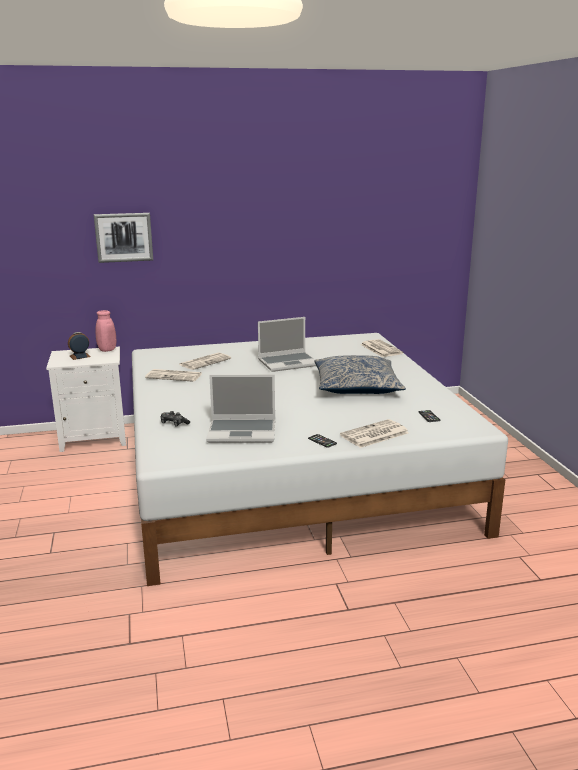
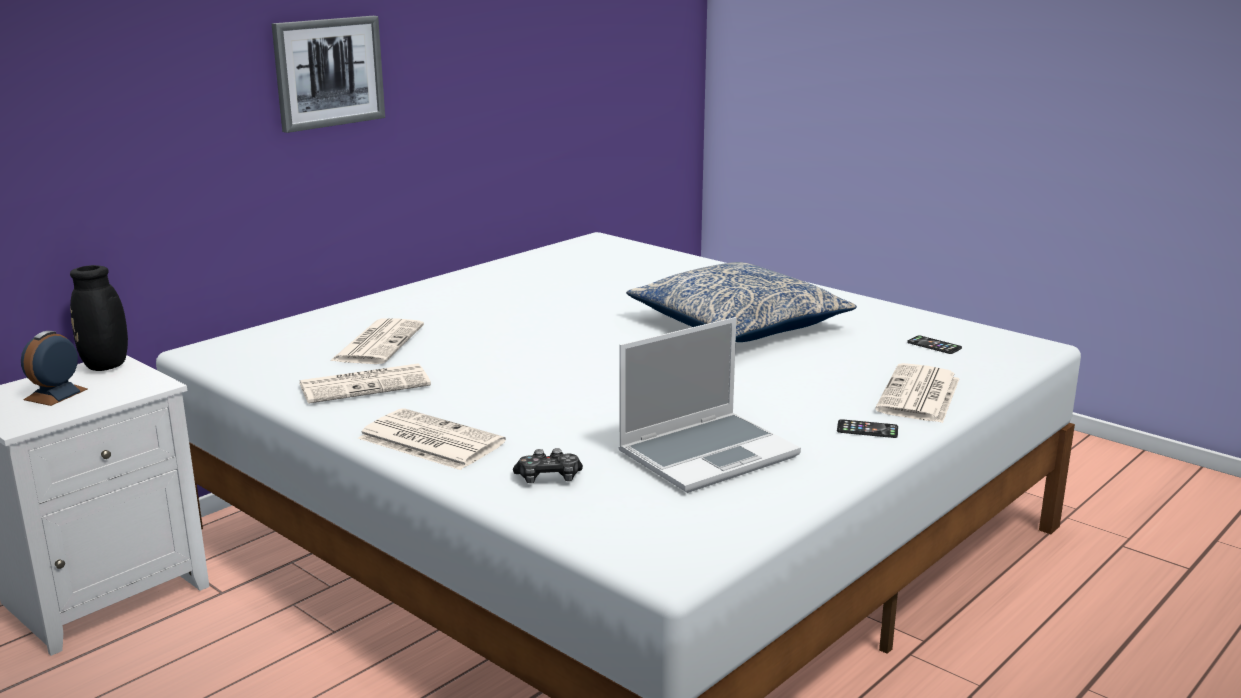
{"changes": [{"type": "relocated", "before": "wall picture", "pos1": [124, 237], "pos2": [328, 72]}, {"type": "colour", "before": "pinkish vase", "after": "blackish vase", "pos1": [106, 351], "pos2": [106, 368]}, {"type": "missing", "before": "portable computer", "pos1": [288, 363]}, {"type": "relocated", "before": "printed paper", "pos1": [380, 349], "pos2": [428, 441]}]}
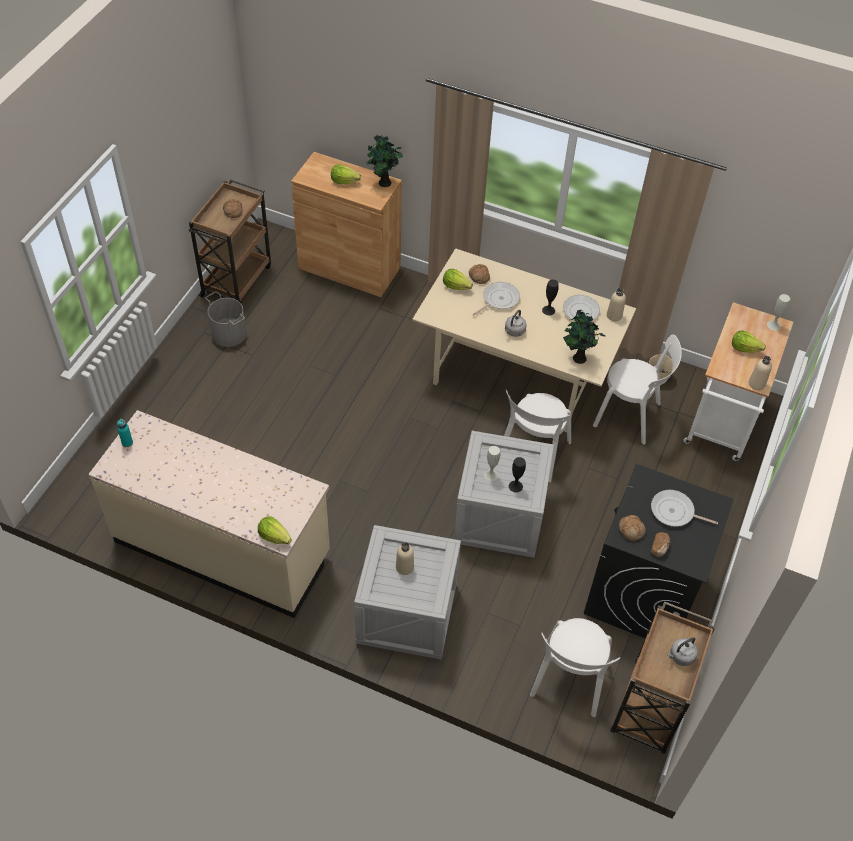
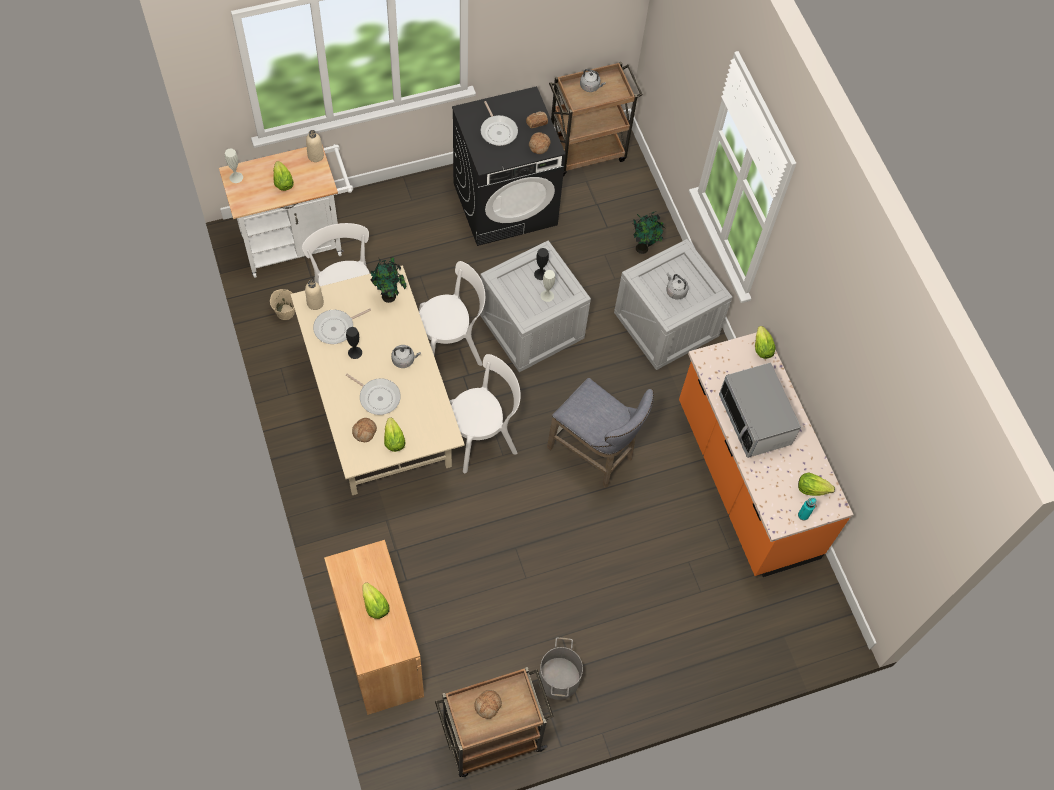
{"changes": [{"type": "colour", "before": "sand-coloured counter", "after": "orange-coloured counter", "pos1": [223, 547], "pos2": [745, 481]}, {"type": "relocated", "before": "plant in a pot", "pos1": [384, 183], "pos2": [643, 248]}, {"type": "exchanged", "before": "sand-coloured drink bottle", "after": "gray kettle", "pos1": [404, 567], "pos2": [675, 291]}, {"type": "spun", "before": "pan", "pos1": [499, 299], "pos2": [378, 397], "turn": -150}, {"type": "relocated", "before": "whitish chair", "pos1": [569, 682], "pos2": [483, 437]}, {"type": "appeared", "after": "gray stool", "pos2": [595, 454]}, {"type": "appeared", "after": "kitchen microwave", "pos2": [755, 420]}, {"type": "appeared", "after": "lettuce head", "pos2": [811, 488]}]}
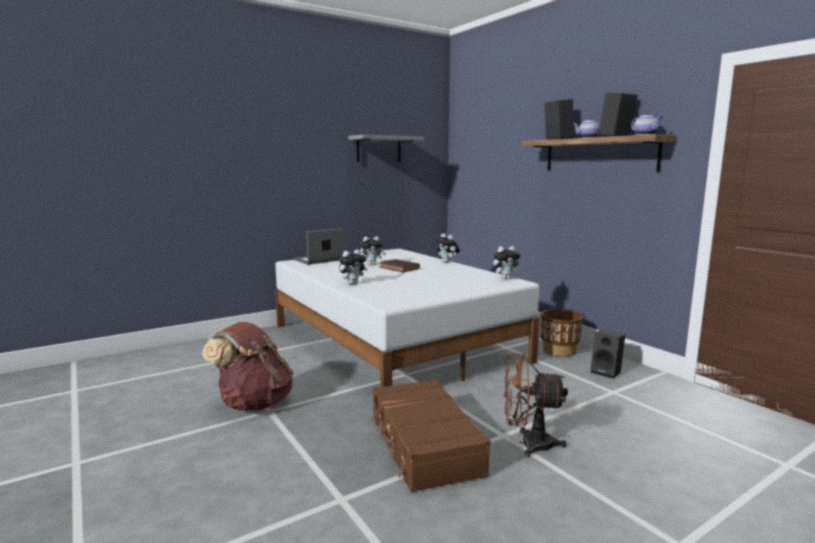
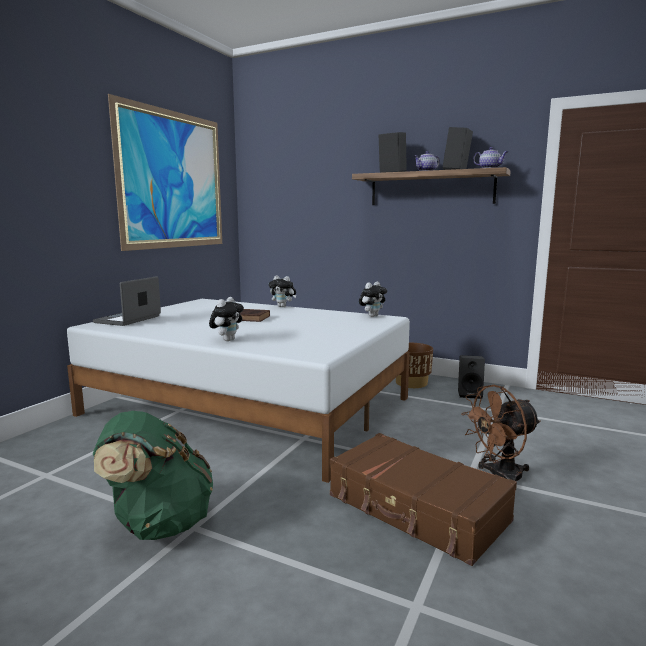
{"changes": [{"type": "colour", "before": "brown knapsack", "after": "greenish knapsack", "pos1": [254, 403], "pos2": [159, 523]}, {"type": "exchanged", "before": "gray wall shelf", "after": "wall picture", "pos1": [378, 149], "pos2": [173, 180]}, {"type": "missing", "before": "cuddly toy", "pos1": [372, 264]}]}
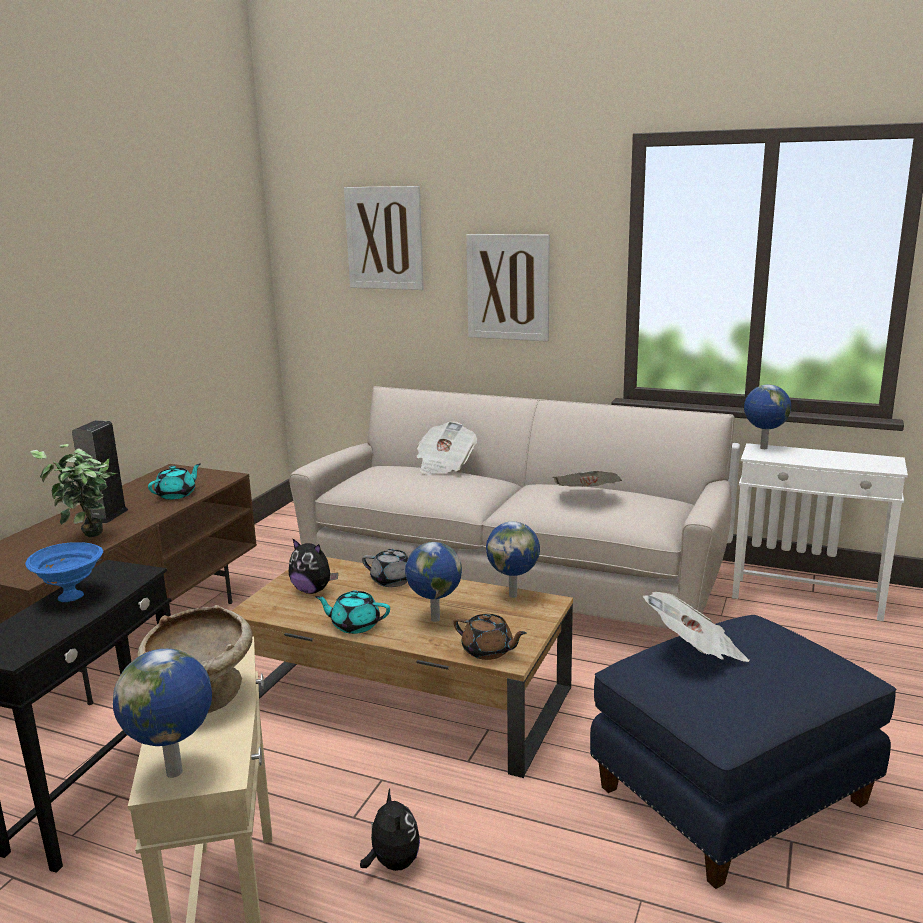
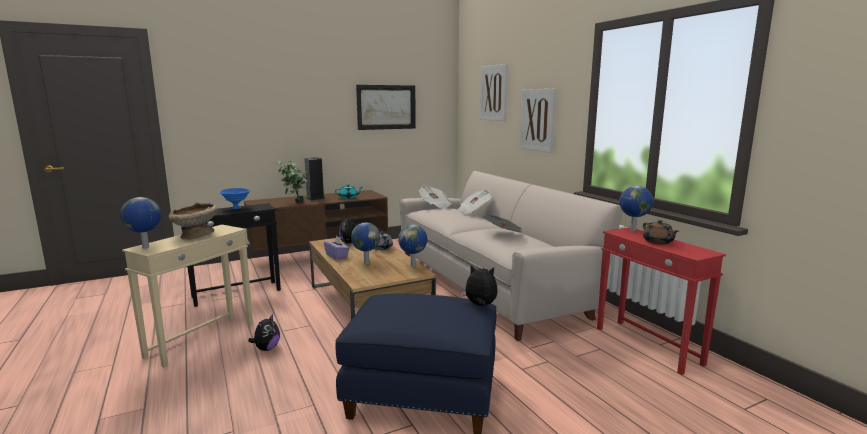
{"changes": [{"type": "exchanged", "before": "blue-green tea pot", "after": "purple tissue box", "pos1": [355, 625], "pos2": [337, 256]}, {"type": "relocated", "before": "brown tea pot", "pos1": [488, 651], "pos2": [658, 242]}, {"type": "relocated", "before": "printed paper", "pos1": [694, 651], "pos2": [435, 206]}, {"type": "colour", "before": "whitish side table", "after": "red side table", "pos1": [807, 599], "pos2": [647, 346]}, {"type": "appeared", "after": "wall picture", "pos2": [386, 107]}, {"type": "appeared", "after": "cuddly toy", "pos2": [480, 305]}]}
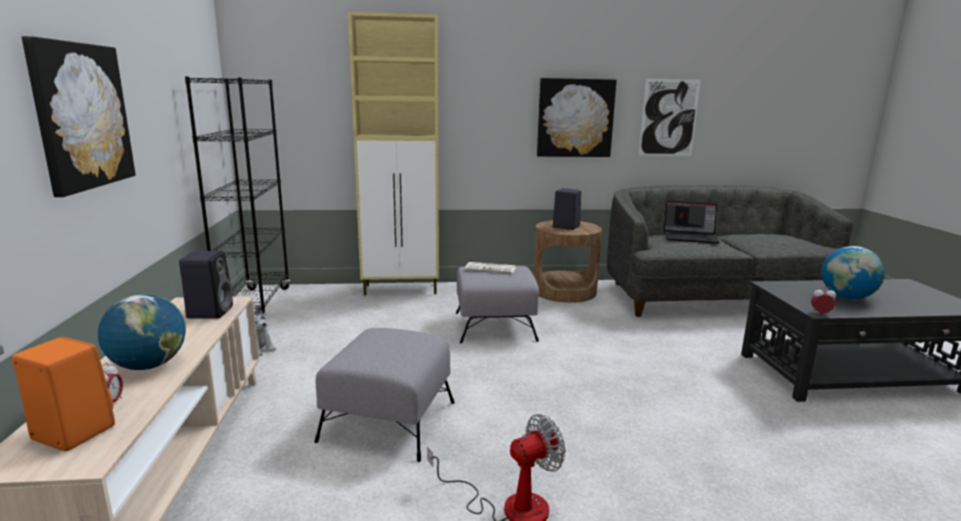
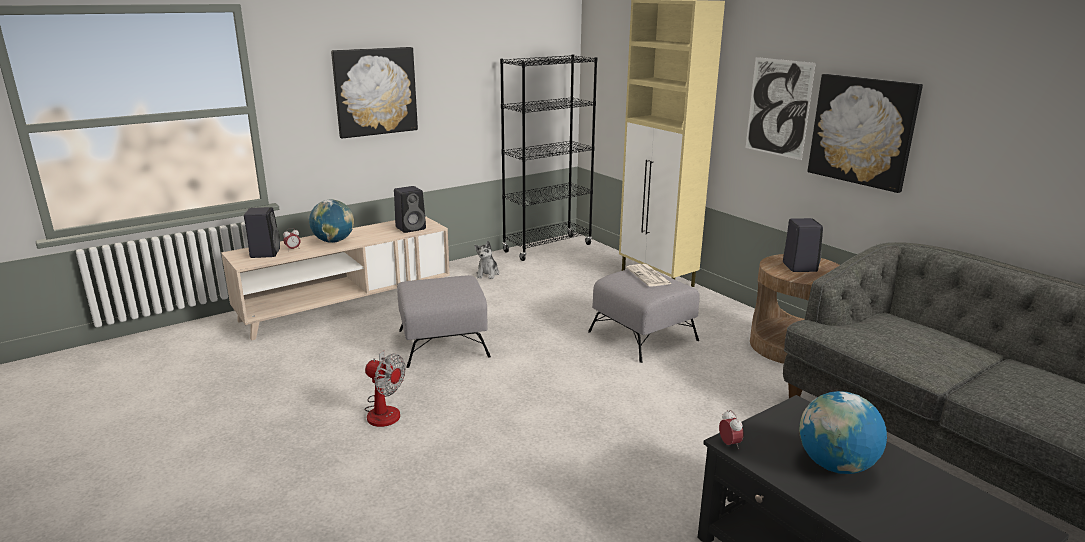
{"changes": [{"type": "colour", "before": "orange-coloured speaker", "after": "blackish speaker", "pos1": [71, 432], "pos2": [265, 253]}, {"type": "relocated", "before": "wall picture", "pos1": [669, 117], "pos2": [778, 108]}, {"type": "missing", "before": "portable computer", "pos1": [690, 237]}]}
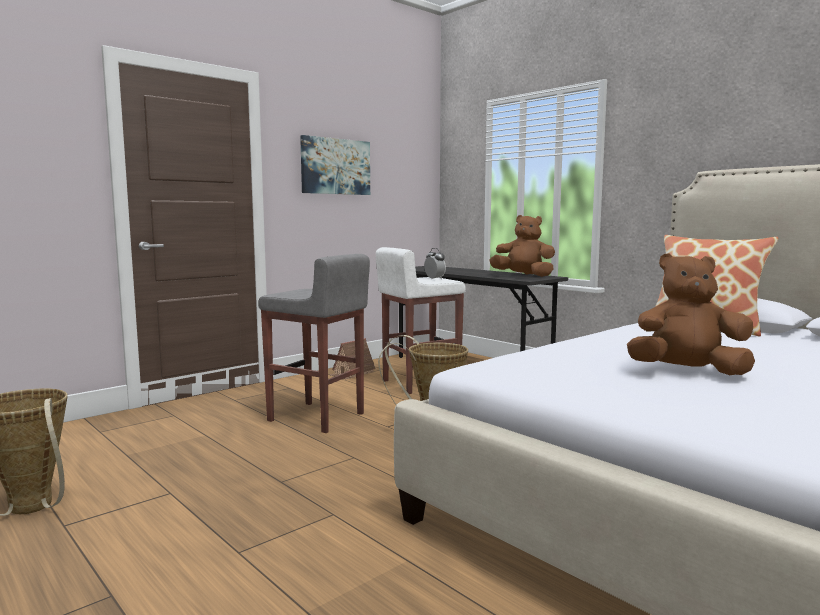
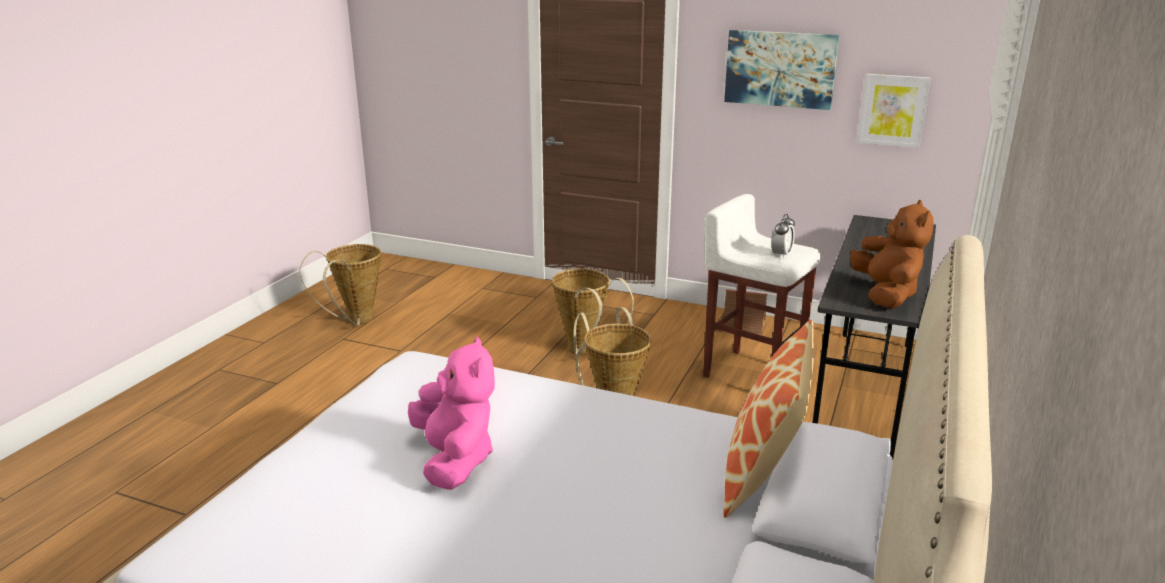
{"changes": [{"type": "exchanged", "before": "gray stool", "after": "storage basket", "pos1": [317, 417], "pos2": [584, 352]}, {"type": "colour", "before": "brown cuddly toy", "after": "pinkish cuddly toy", "pos1": [687, 372], "pos2": [454, 460]}, {"type": "appeared", "after": "wall picture", "pos2": [893, 110]}]}
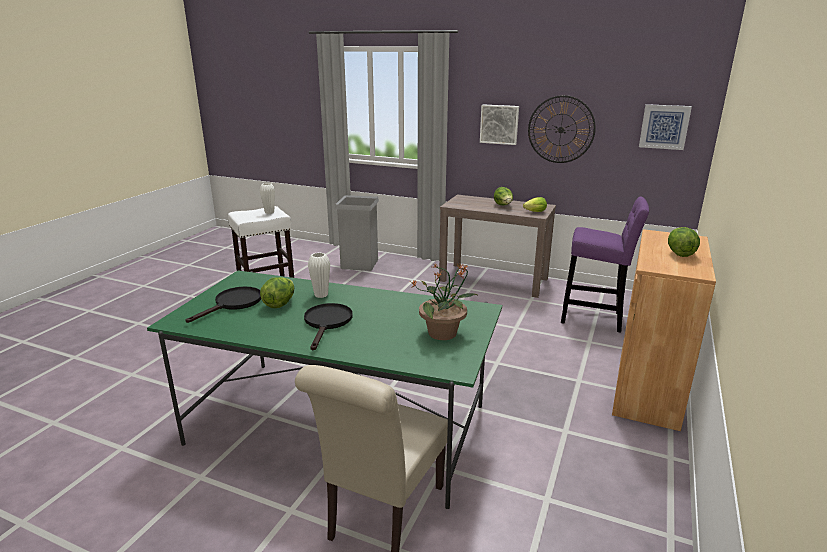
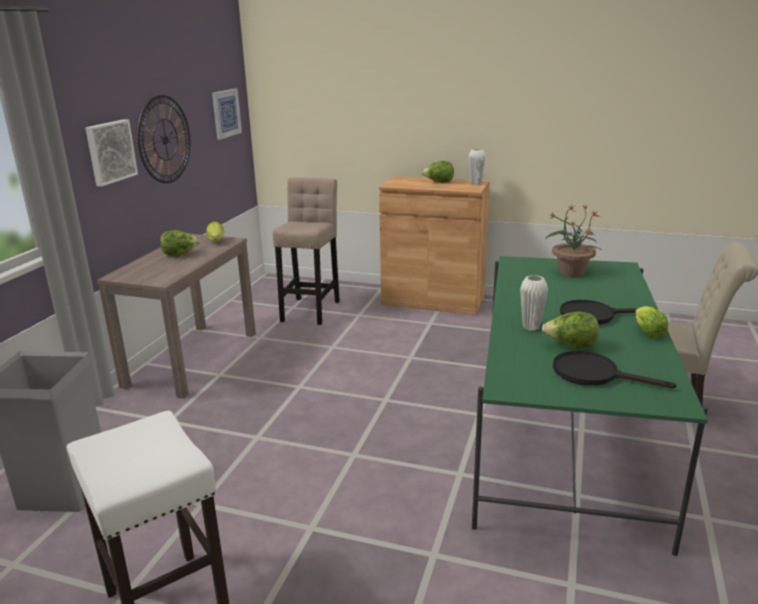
{"changes": [{"type": "relocated", "before": "whitish vase", "pos1": [269, 212], "pos2": [475, 183]}, {"type": "colour", "before": "purple stool", "after": "sand-coloured stool", "pos1": [595, 319], "pos2": [311, 309]}, {"type": "appeared", "after": "lettuce head", "pos2": [646, 332]}]}
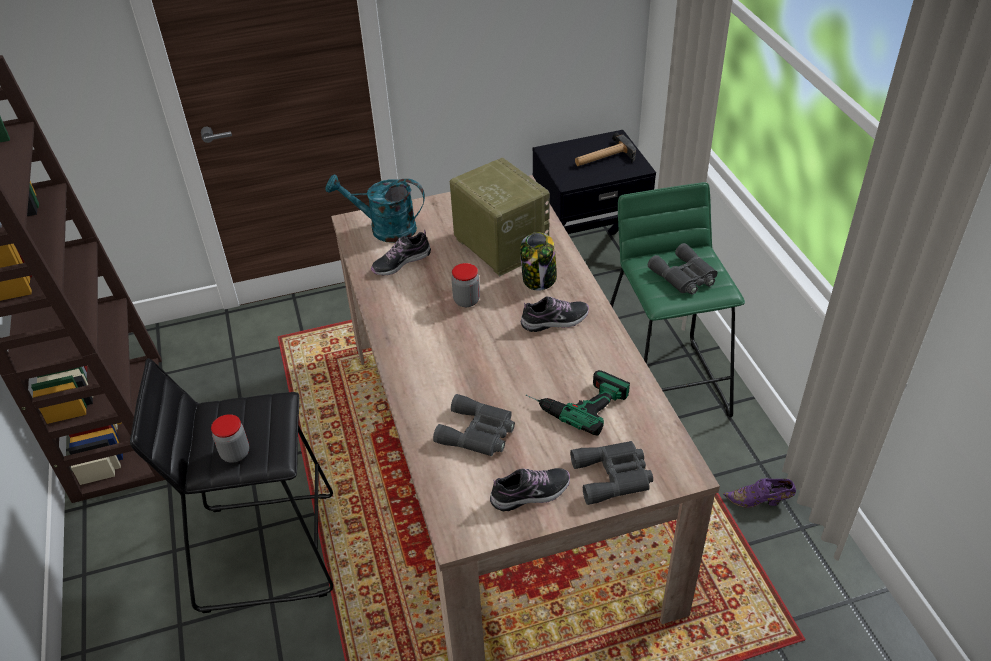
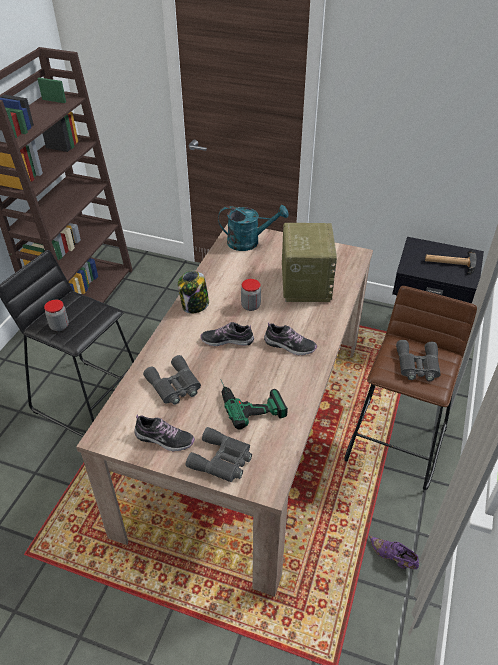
{"changes": [{"type": "spun", "before": "blue-green watering can", "pos1": [384, 229], "pos2": [249, 242], "turn": 135}, {"type": "relocated", "before": "shoe", "pos1": [401, 262], "pos2": [227, 340]}, {"type": "relocated", "before": "storage jar", "pos1": [539, 279], "pos2": [195, 305]}, {"type": "colour", "before": "greenish stool", "after": "brown stool", "pos1": [663, 386], "pos2": [397, 442]}]}
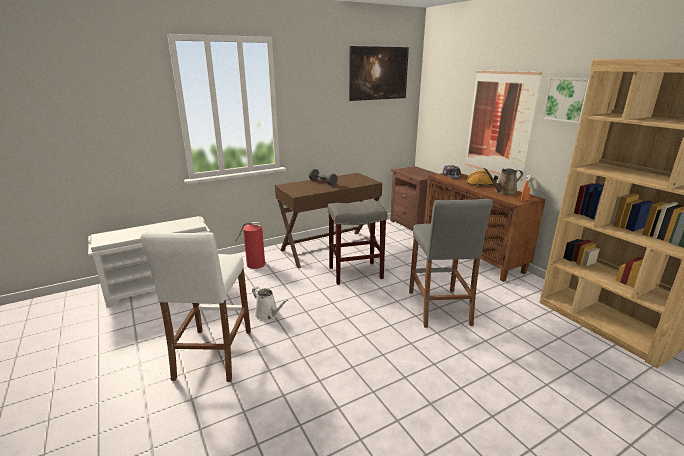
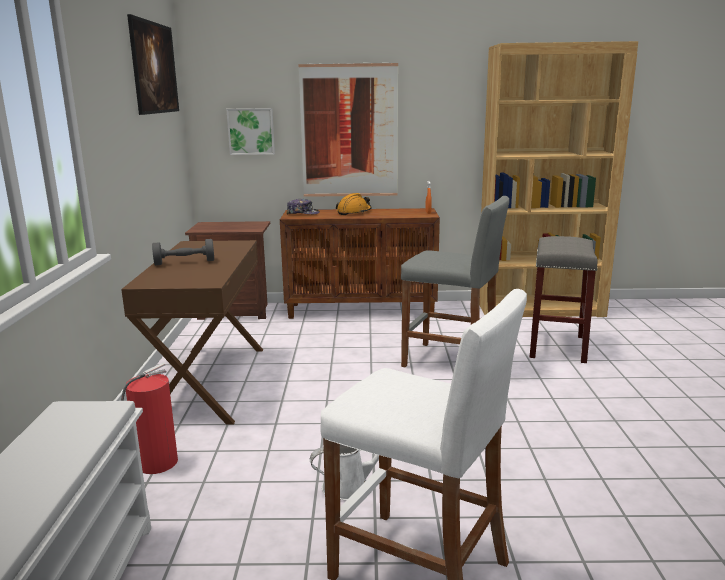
{"changes": [{"type": "relocated", "before": "gray stool", "pos1": [356, 272], "pos2": [556, 346]}, {"type": "missing", "before": "brown watering can", "pos1": [503, 192]}, {"type": "relocated", "before": "wall picture", "pos1": [567, 99], "pos2": [251, 131]}]}
